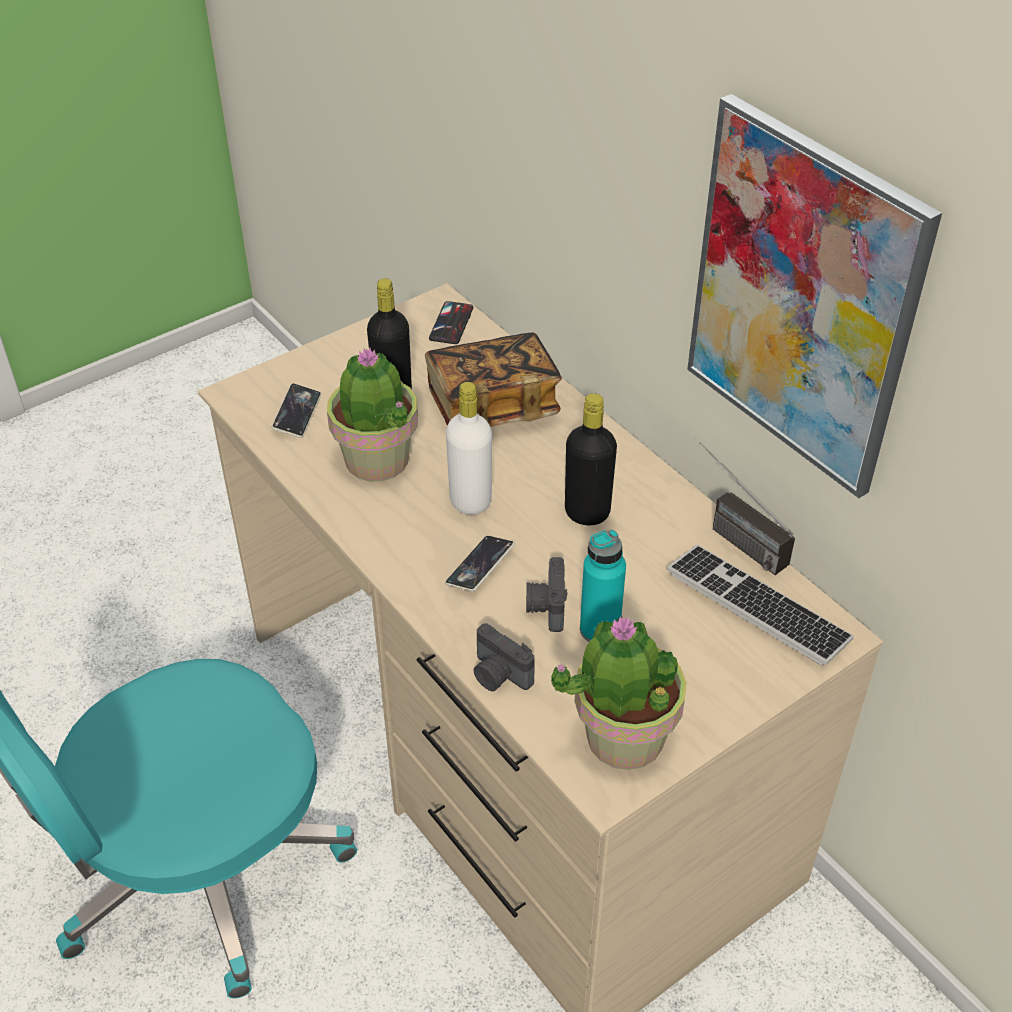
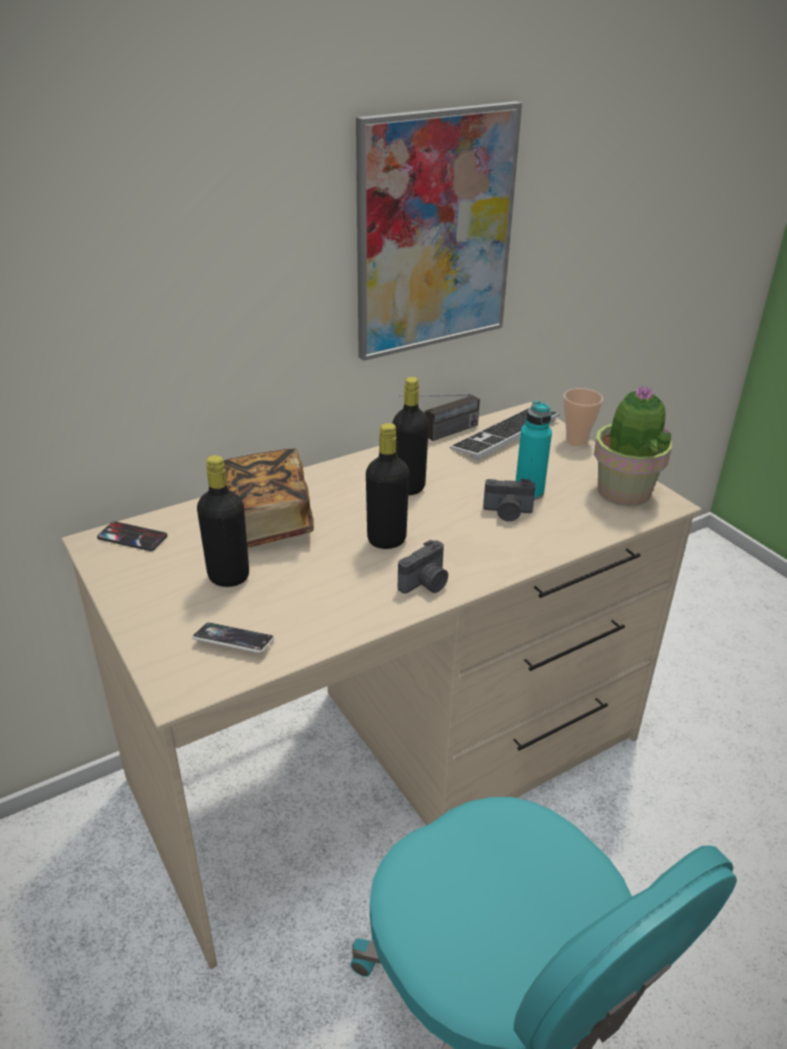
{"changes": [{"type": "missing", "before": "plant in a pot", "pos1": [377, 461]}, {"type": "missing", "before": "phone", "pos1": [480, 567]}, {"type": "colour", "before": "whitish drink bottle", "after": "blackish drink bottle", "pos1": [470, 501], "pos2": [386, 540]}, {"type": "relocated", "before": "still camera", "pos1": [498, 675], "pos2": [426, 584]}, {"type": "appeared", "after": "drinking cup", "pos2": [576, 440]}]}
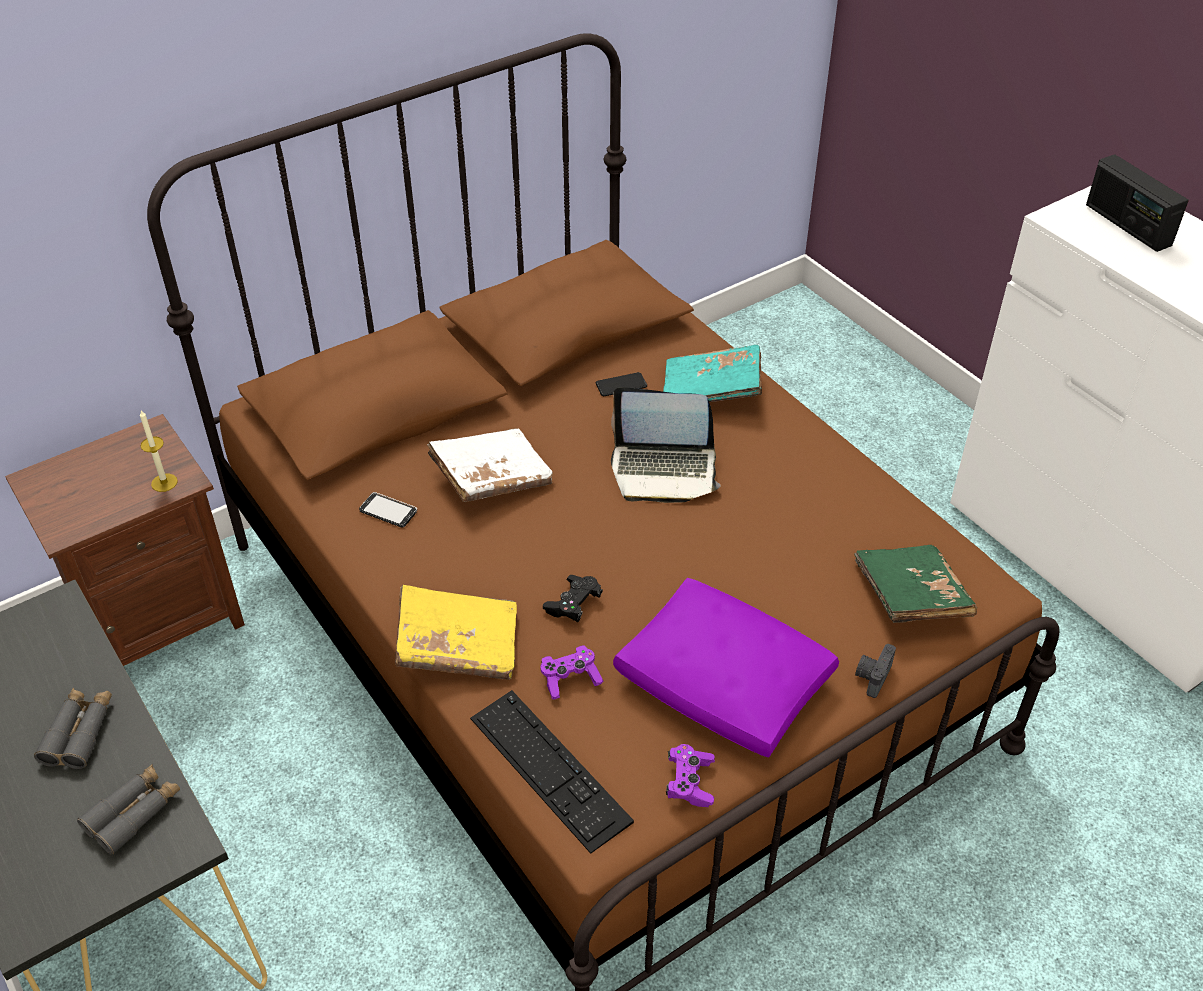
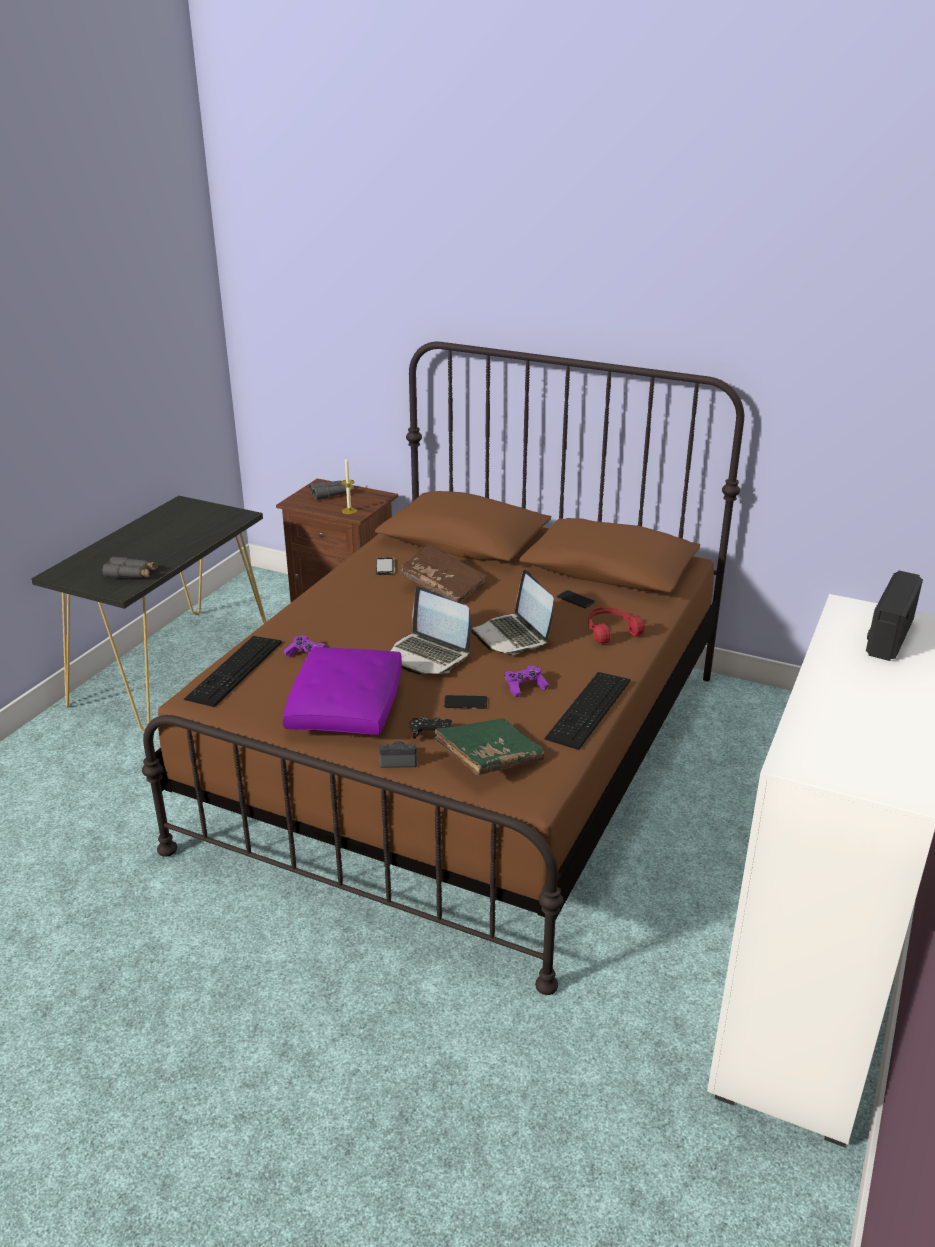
{"changes": [{"type": "relocated", "before": "gray binoculars", "pos1": [79, 733], "pos2": [332, 494]}, {"type": "missing", "before": "yellow-coloured bound book", "pos1": [458, 646]}, {"type": "colour", "before": "whitish bound book", "after": "brown bound book", "pos1": [491, 478], "pos2": [443, 586]}, {"type": "relocated", "before": "blackish joypad", "pos1": [573, 604], "pos2": [430, 734]}, {"type": "exchanged", "before": "blue-green bound book", "after": "red headset", "pos1": [711, 391], "pos2": [610, 631]}, {"type": "relocated", "before": "purple joypad", "pos1": [690, 782], "pos2": [525, 687]}, {"type": "appeared", "after": "portable computer", "pos2": [427, 655]}, {"type": "appeared", "after": "phone", "pos2": [465, 703]}, {"type": "appeared", "after": "PC keyboard", "pos2": [588, 709]}]}
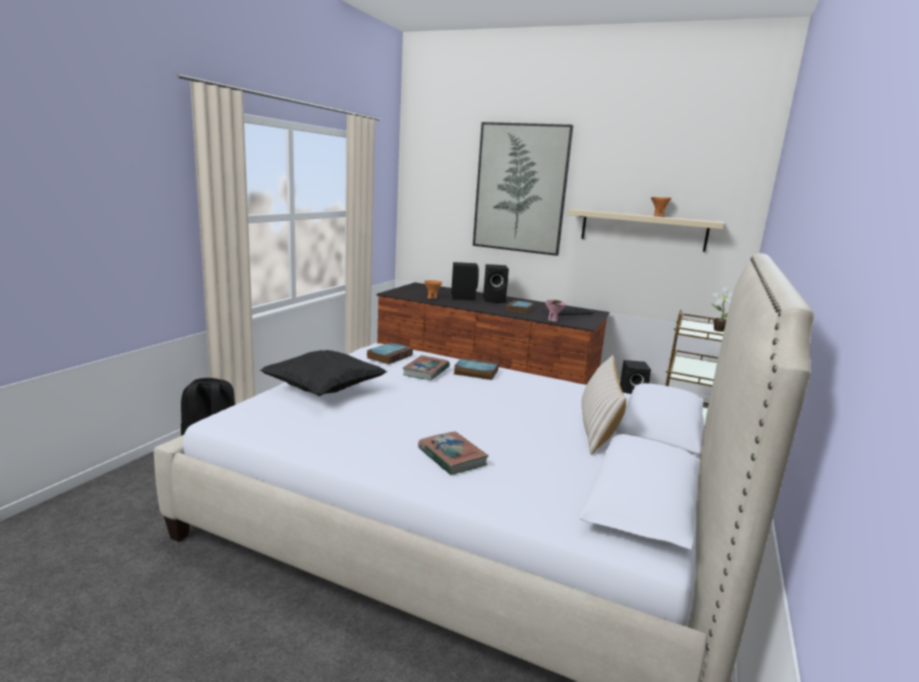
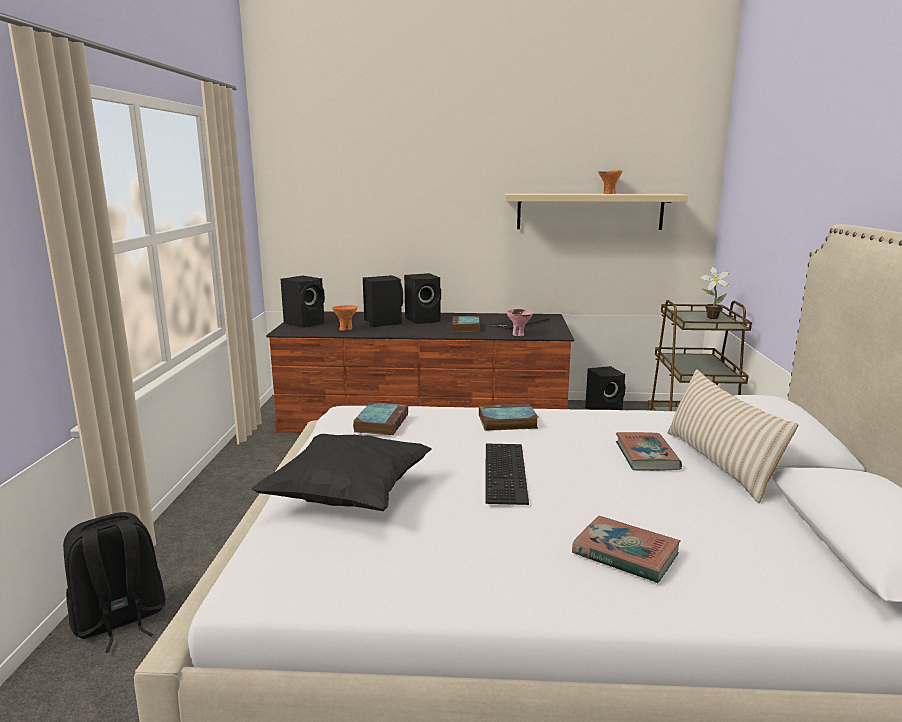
{"changes": [{"type": "relocated", "before": "bound book", "pos1": [426, 371], "pos2": [646, 456]}, {"type": "missing", "before": "wall picture", "pos1": [520, 188]}, {"type": "appeared", "after": "blackish speaker", "pos2": [305, 323]}, {"type": "appeared", "after": "PC keyboard", "pos2": [507, 472]}]}
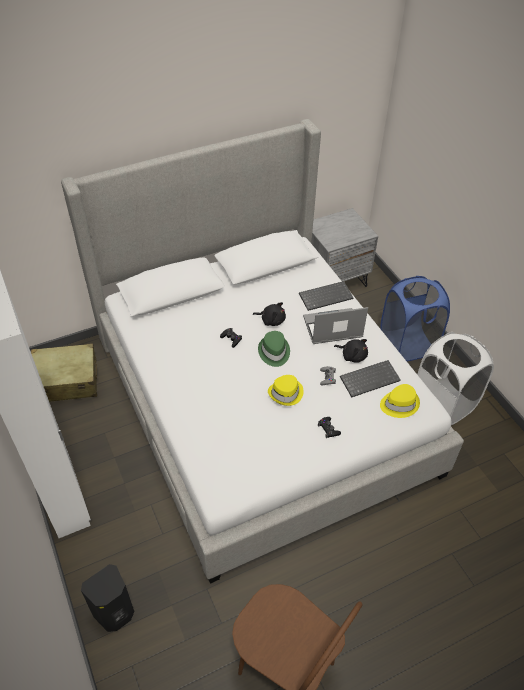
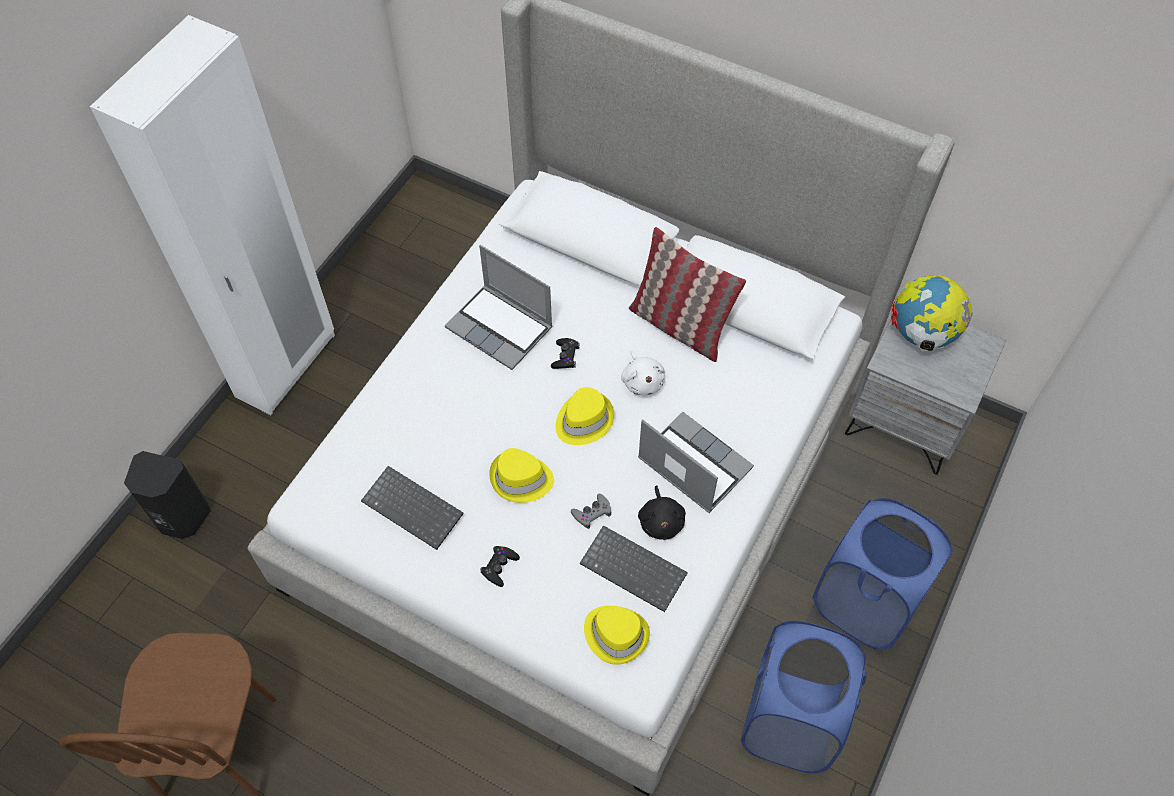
{"changes": [{"type": "missing", "before": "sand-coloured suitcase", "pos1": [66, 381]}, {"type": "colour", "before": "blackish cuddly toy", "after": "whitish cuddly toy", "pos1": [271, 320], "pos2": [642, 381]}, {"type": "colour", "before": "greenish wearable hat", "after": "yellow-coloured wearable hat", "pos1": [274, 352], "pos2": [583, 420]}, {"type": "relocated", "before": "PC keyboard", "pos1": [326, 296], "pos2": [414, 508]}, {"type": "colour", "before": "whitish hamper", "after": "blue hamper", "pos1": [444, 403], "pos2": [789, 721]}, {"type": "appeared", "after": "portable computer", "pos2": [501, 328]}, {"type": "appeared", "after": "cushion", "pos2": [679, 326]}, {"type": "appeared", "after": "desk globe", "pos2": [921, 334]}]}
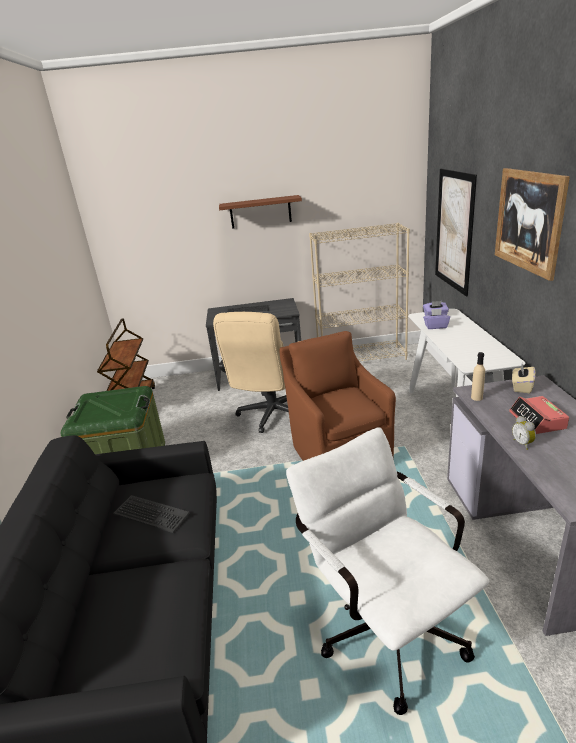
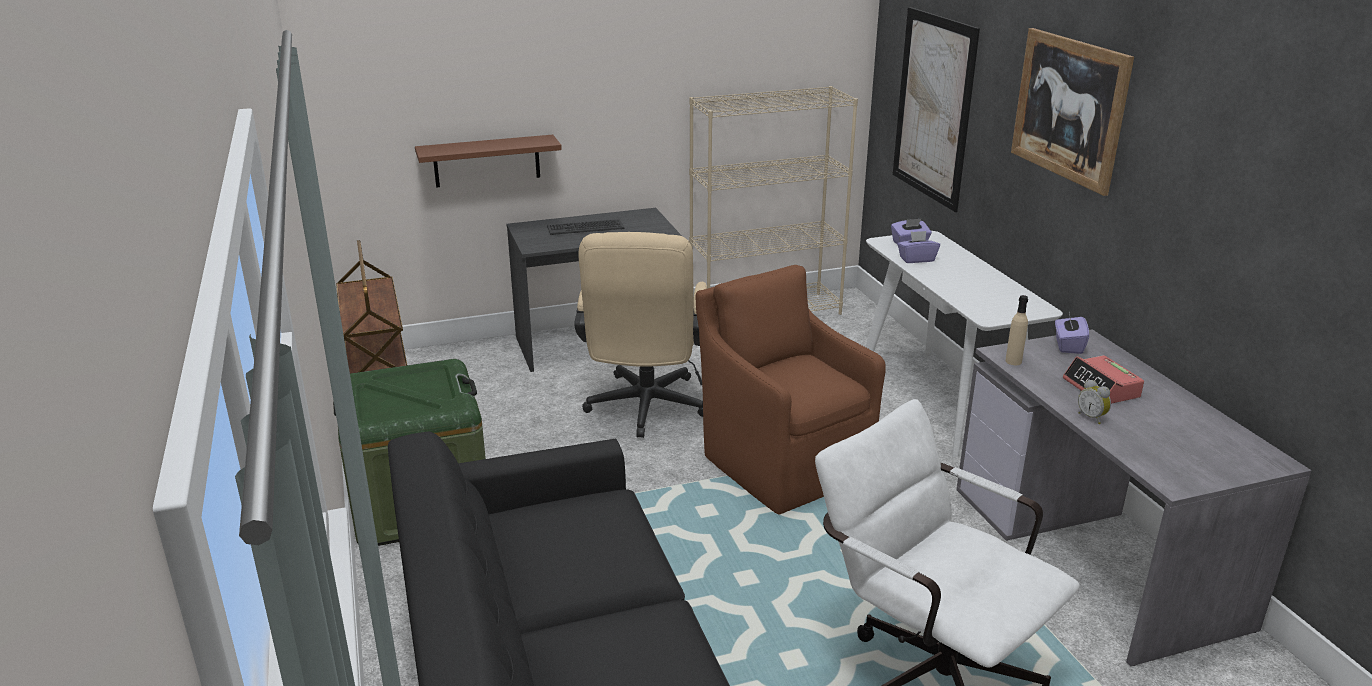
{"changes": [{"type": "missing", "before": "PC keyboard", "pos1": [150, 514]}, {"type": "relocated", "before": "brown wall shelf", "pos1": [260, 212], "pos2": [487, 161]}, {"type": "colour", "before": "sand-coloured tissue box", "after": "purple tissue box", "pos1": [521, 387], "pos2": [1068, 345]}]}
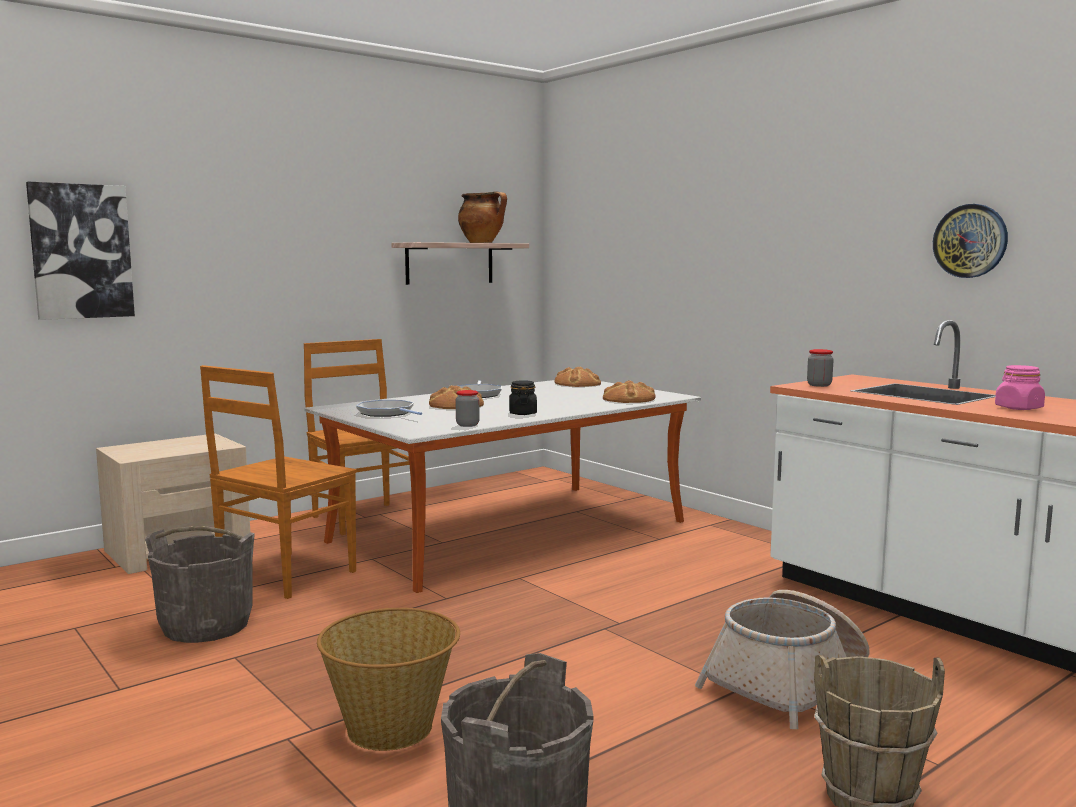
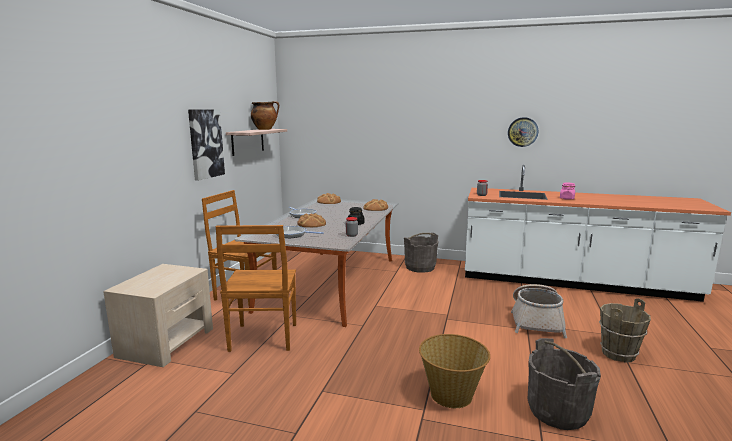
{"changes": [{"type": "relocated", "before": "wall picture", "pos1": [81, 251], "pos2": [205, 143]}, {"type": "relocated", "before": "gray pail", "pos1": [206, 625], "pos2": [420, 267]}]}
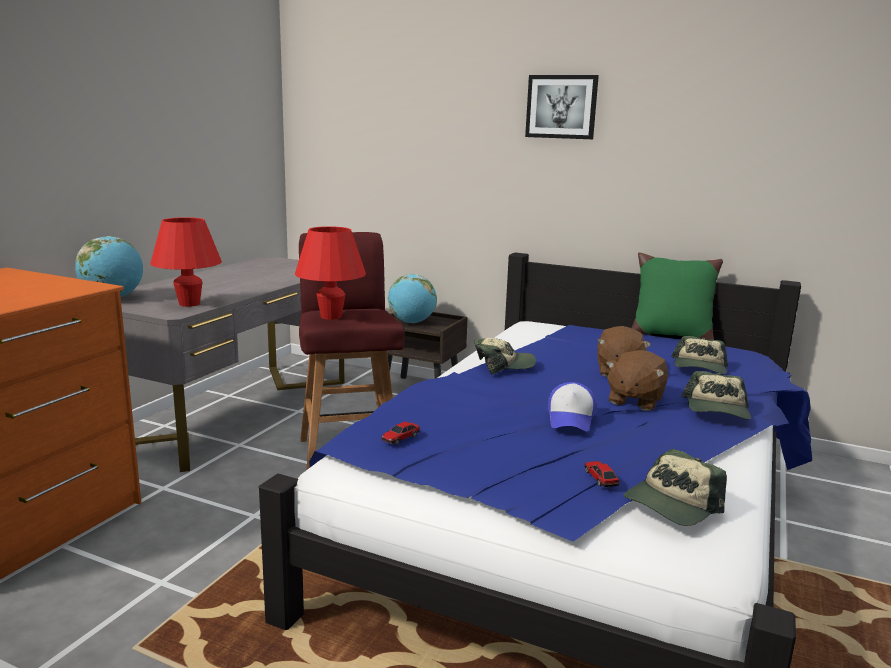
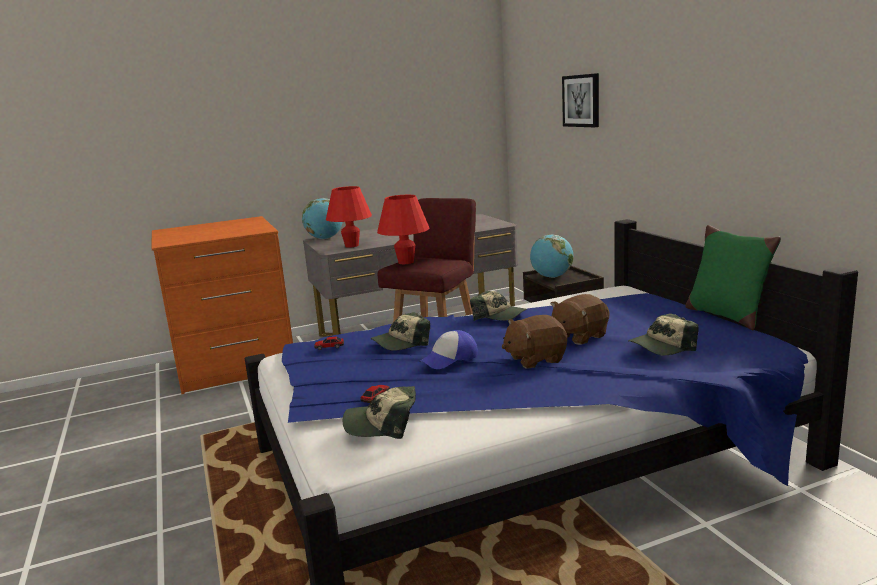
{"changes": [{"type": "relocated", "before": "wall picture", "pos1": [561, 107], "pos2": [581, 100]}, {"type": "relocated", "before": "peaked cap", "pos1": [717, 410], "pos2": [401, 343]}]}
